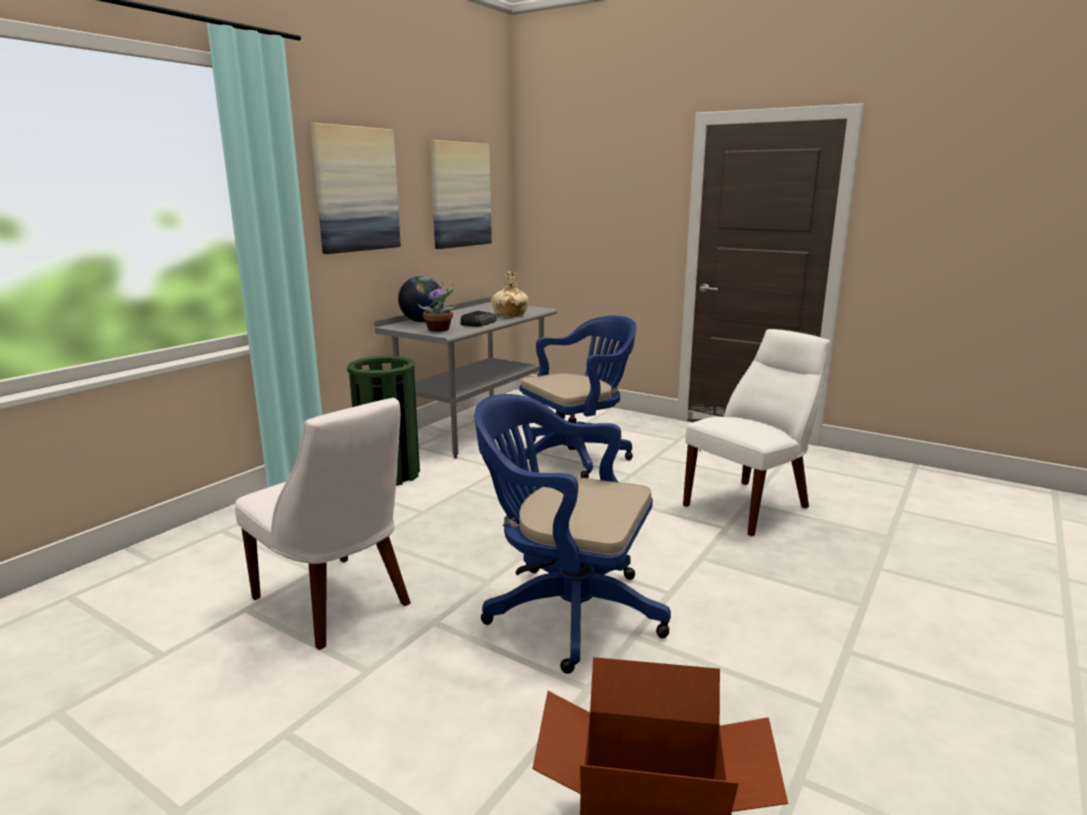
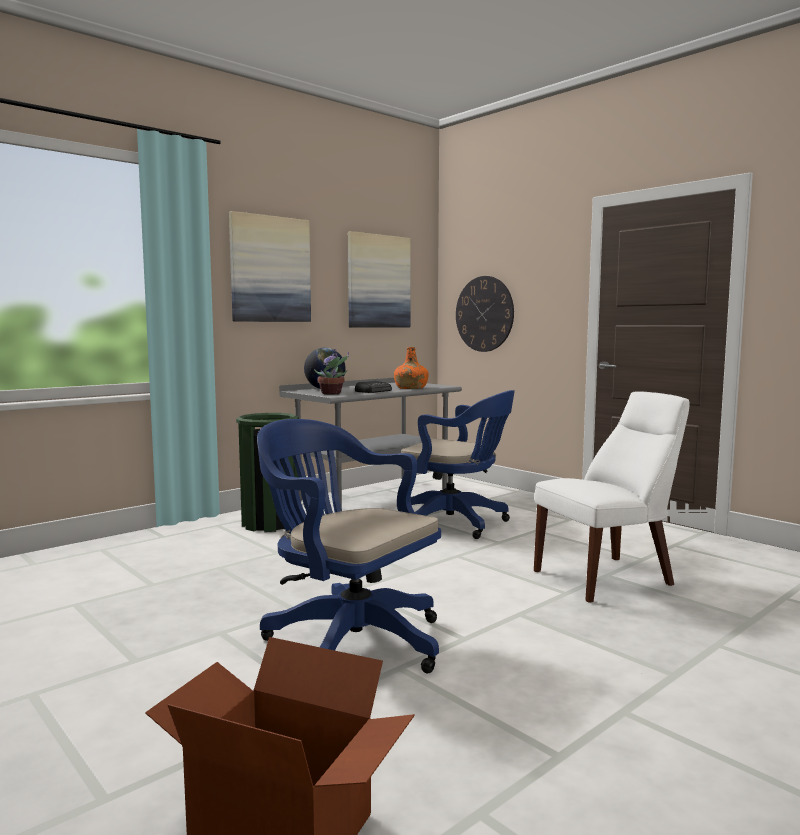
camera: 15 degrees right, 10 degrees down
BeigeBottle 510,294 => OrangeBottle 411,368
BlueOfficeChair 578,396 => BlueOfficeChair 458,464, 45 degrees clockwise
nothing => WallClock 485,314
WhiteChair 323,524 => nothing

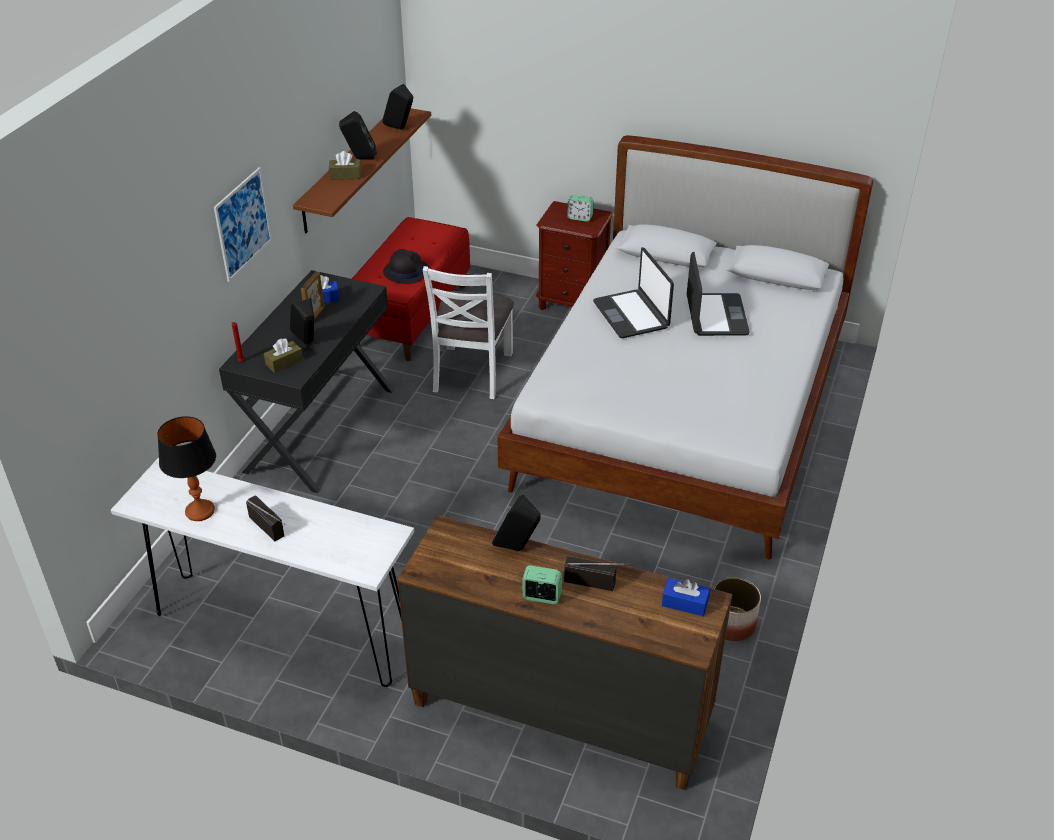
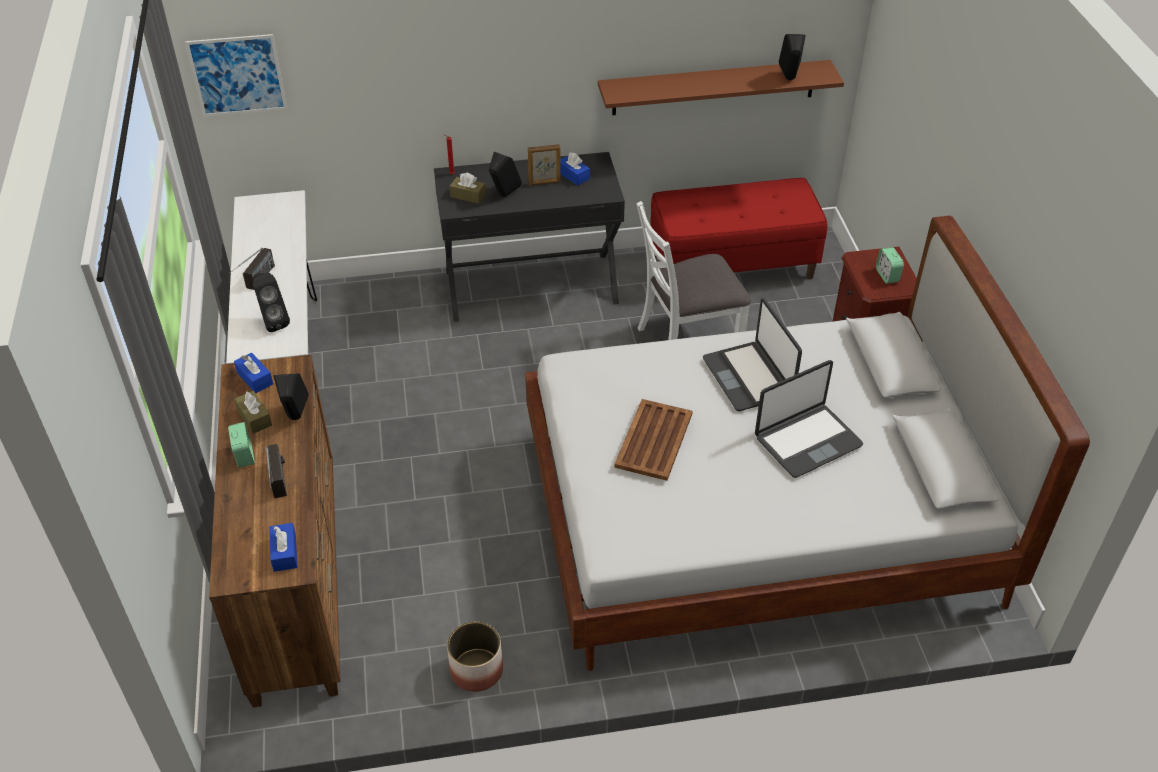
camera: 60 degrees right, 5 degrees up
Picture 243,224 => Picture 236,75, moved
nothing => BlueTissueBox 253,373
BrownTissueBox 345,165 => BrownTissueBox 253,412, moved
BlackSpeaker 358,135 => BlackSpeaker 271,302, moved
nothing => BrownTray 653,440
Laptop 633,292 => Laptop 752,354, 60 degrees counterclockwise
TableLamp 186,468 => nothing
BlackHat 406,266 => nothing

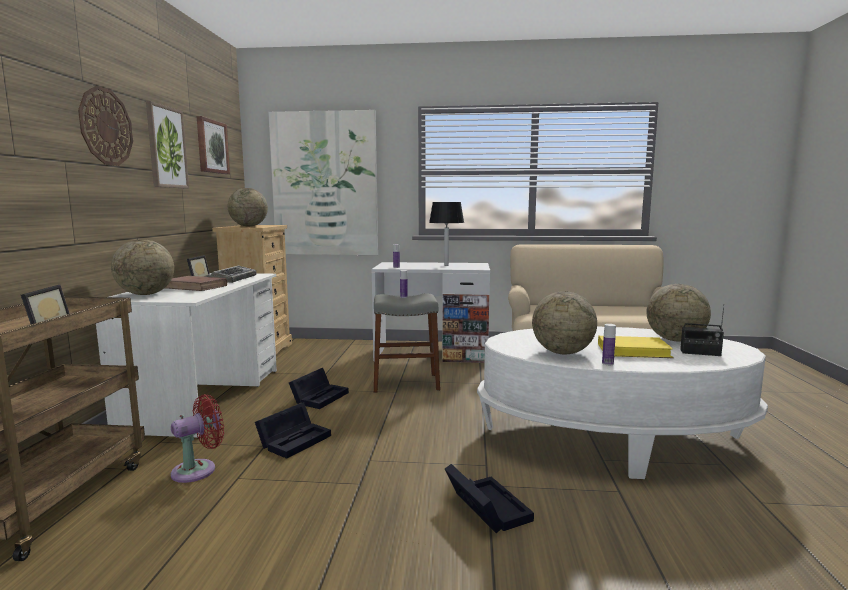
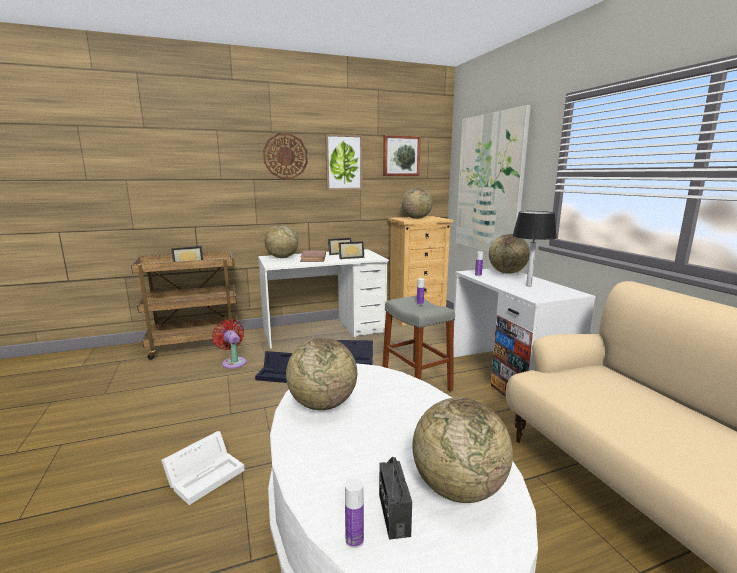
camera: 65 degrees right, 5 degrees up
BlackStorageBox 489,498 => WhiteStorageBox 203,468
RedFan 197,438 => RedFan 229,344, 150 degrees counterclockwise
Keyboard 231,274 => PictureFrame 351,250
Bottle 609,344 => Bottle 354,513, moved
nothing => Globe 509,253
YellowBook 636,347 => nothing

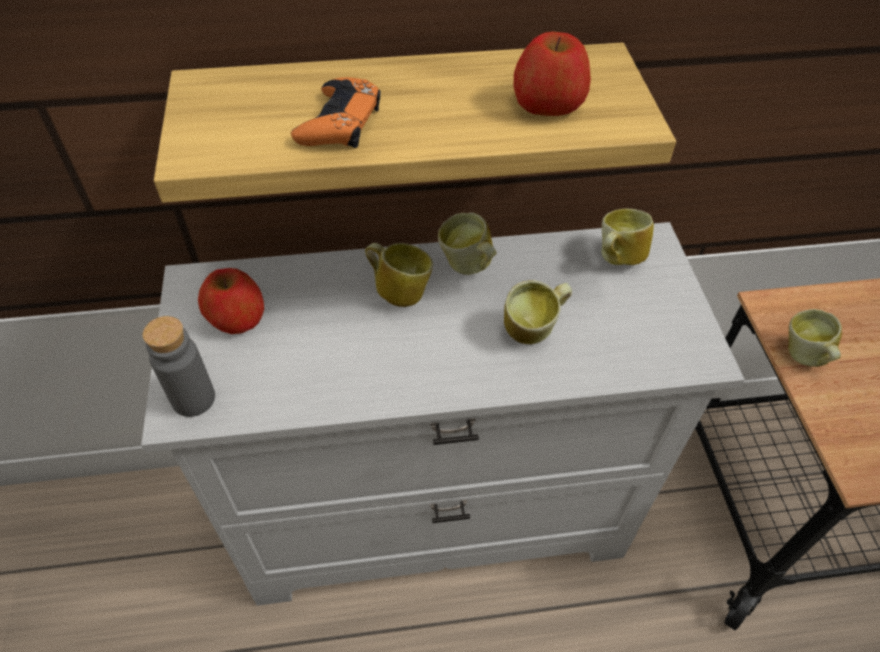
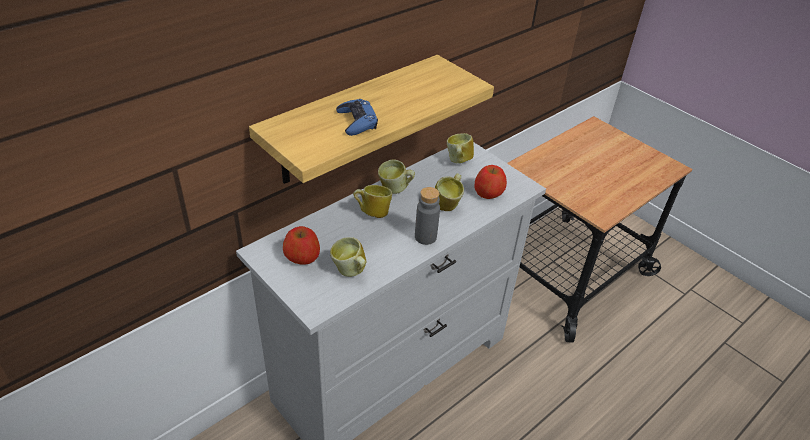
camera: 35 degrees left, 10 degrees down
Mug 815,338 => Mug 348,257, moved
OrangeGameController 335,112 => BlueGameController 357,117
GreyBottle 179,366 => GreyBottle 427,216, moved
Apple 552,74 => Apple 491,182, moved

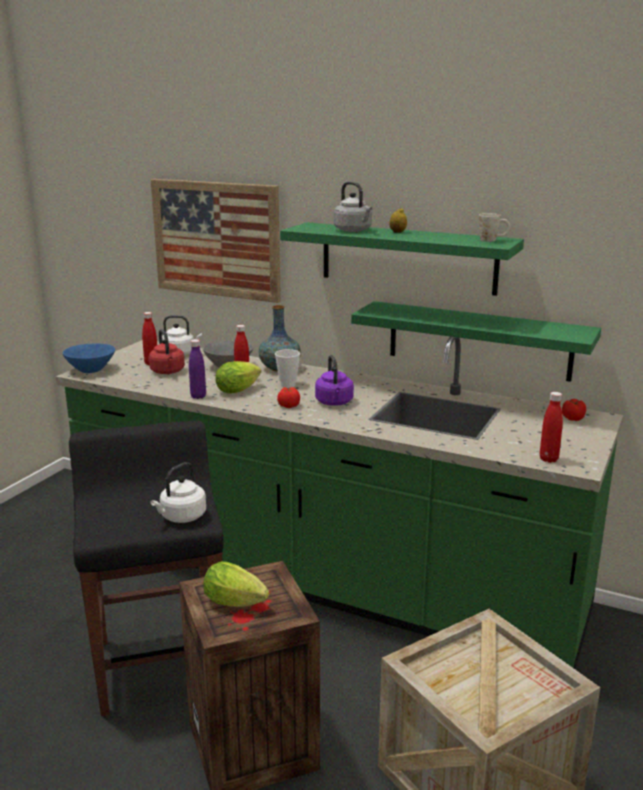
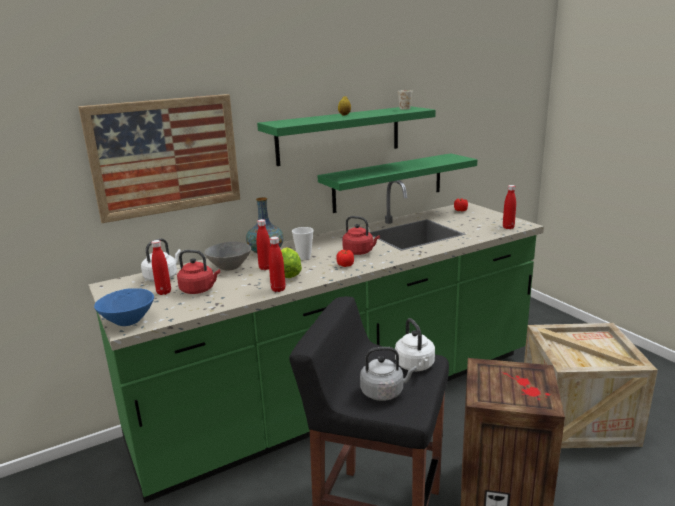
camera: 55 degrees left, 0 degrees up
PurpleBottle 197,369 => RedBottle 277,264
PurpleKettle 334,380 => RedKettle 361,235
GreyKettle 353,206 => GreyKettle 388,374, moved
Lettuce 236,584 => nothing

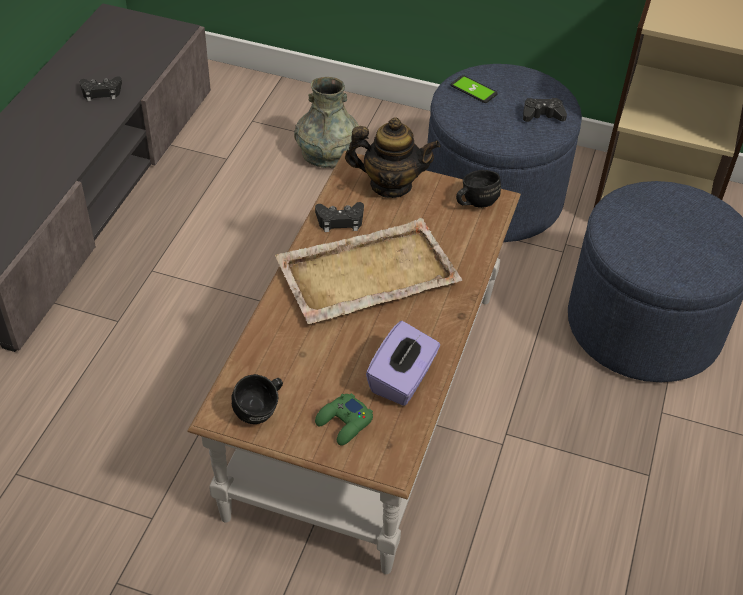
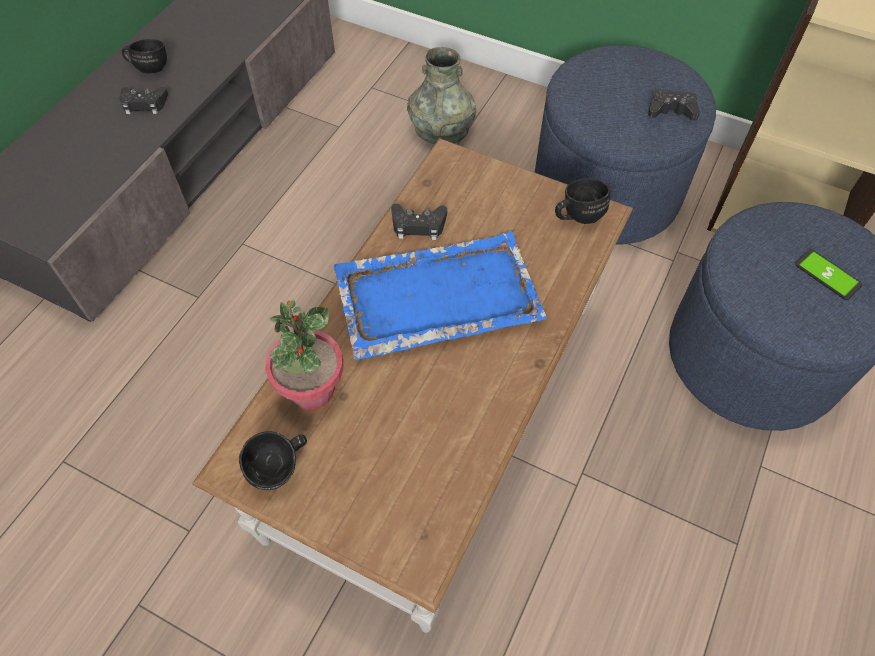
camera: 10 degrees right, 10 degrees up
BlackGameController 101,88 => BlackGameController 143,100, moved
nothing => BlackMug 144,56
nothing => PottedPlant 304,355
BeigeTray 368,271 => BlueTray 440,295
Phone 474,89 => Phone 828,274, moved
GreenGameController 344,419 => nothing
Teapot 392,157 => nothing
PurpleTissueBox 403,363 => nothing

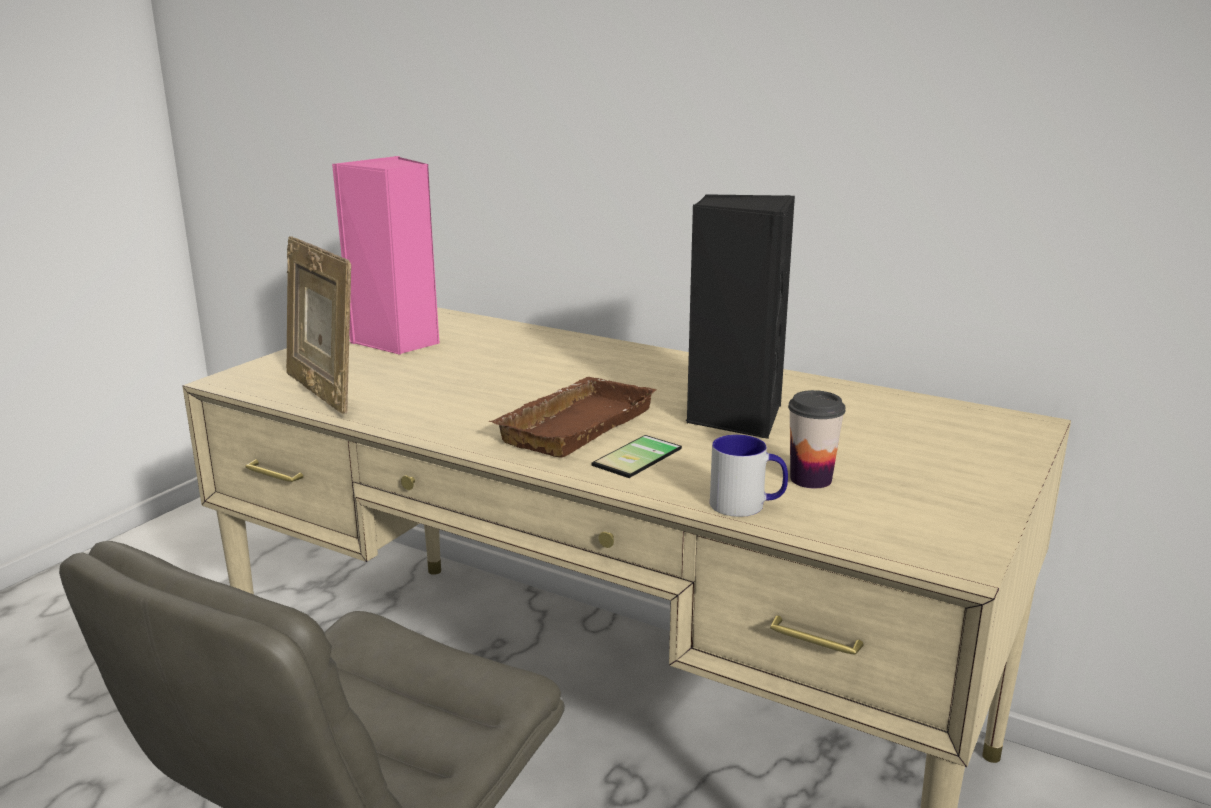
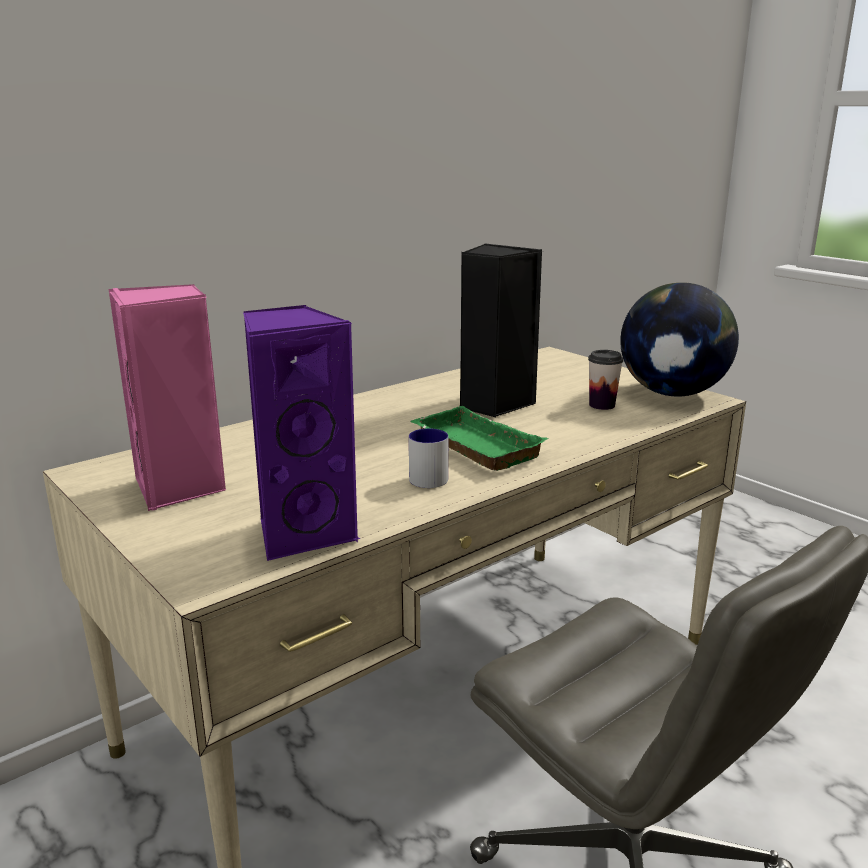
camera: 70 degrees left, 0 degrees up
PictureFrame 318,325 => PurpleSpeaker 301,433
Mug 749,476 => Mug 428,458, moved
BrownTray 572,417 => GreenTray 479,438
nothing => Globe 679,339
Phone 637,456 => nothing

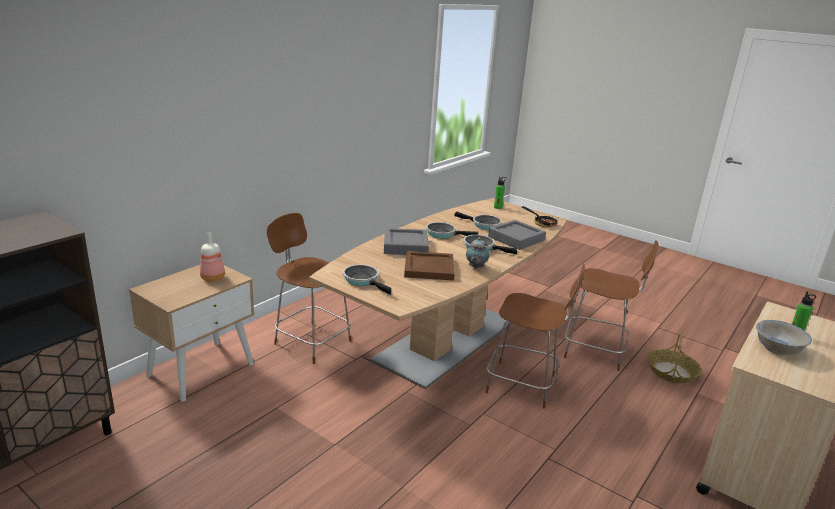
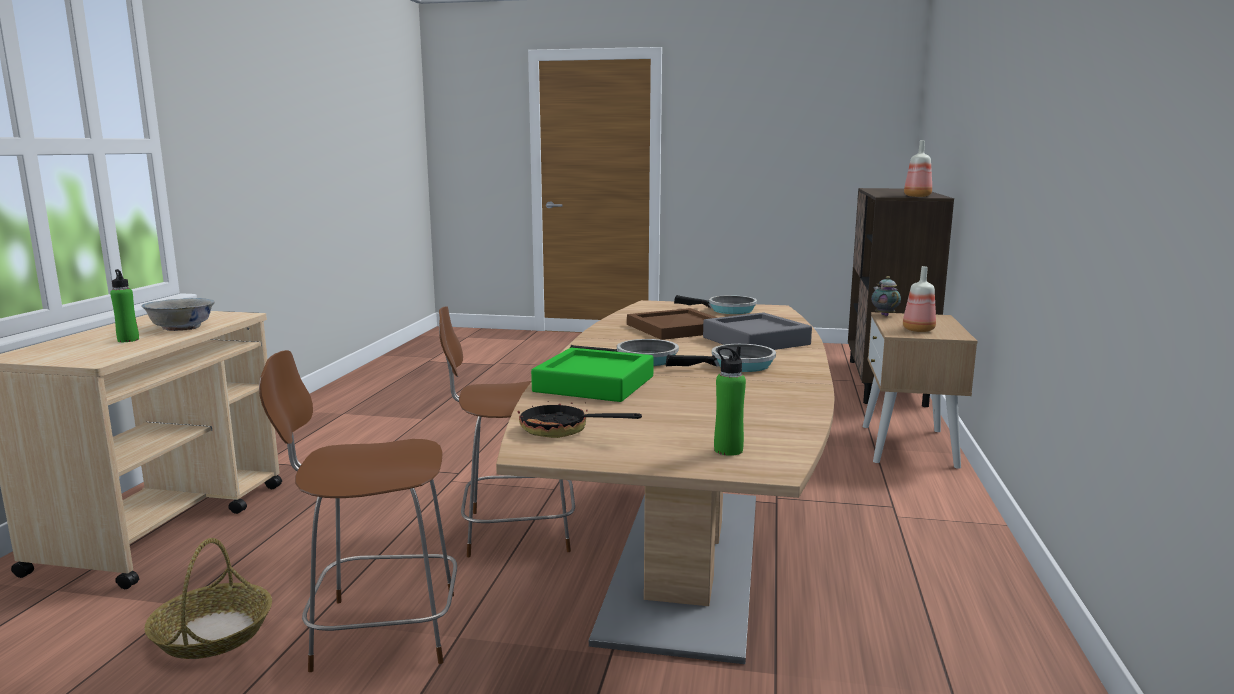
camera: 155 degrees right, 10 degrees down
GreyTray 517,235 => GreenTray 592,375
Teapot 477,253 => Teapot 886,296, moved
nothing => Bottle 918,168
BrownChair 309,288 => nothing
FryingPan 478,220 => nothing

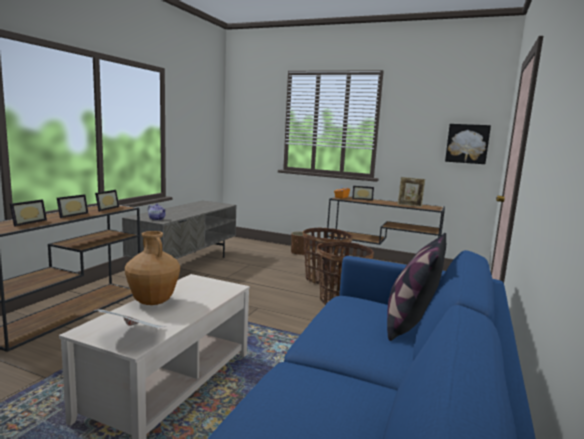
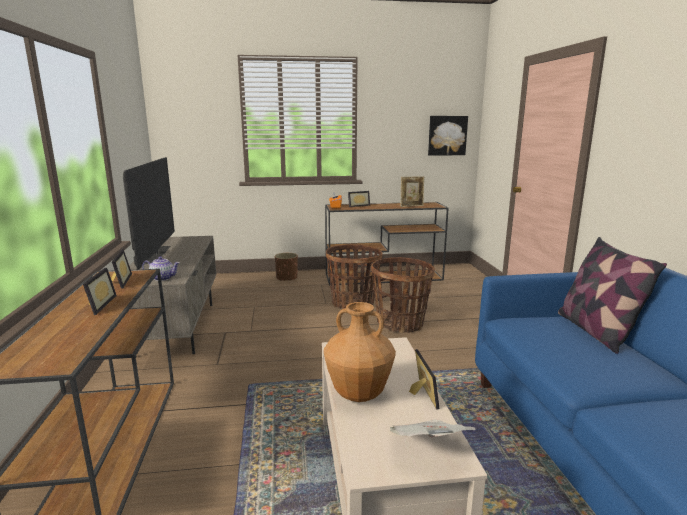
camera: 30 degrees left, 5 degrees up
nothing => Television 149,213
PictureFrame 28,213 => PictureFrame 424,379, moved

